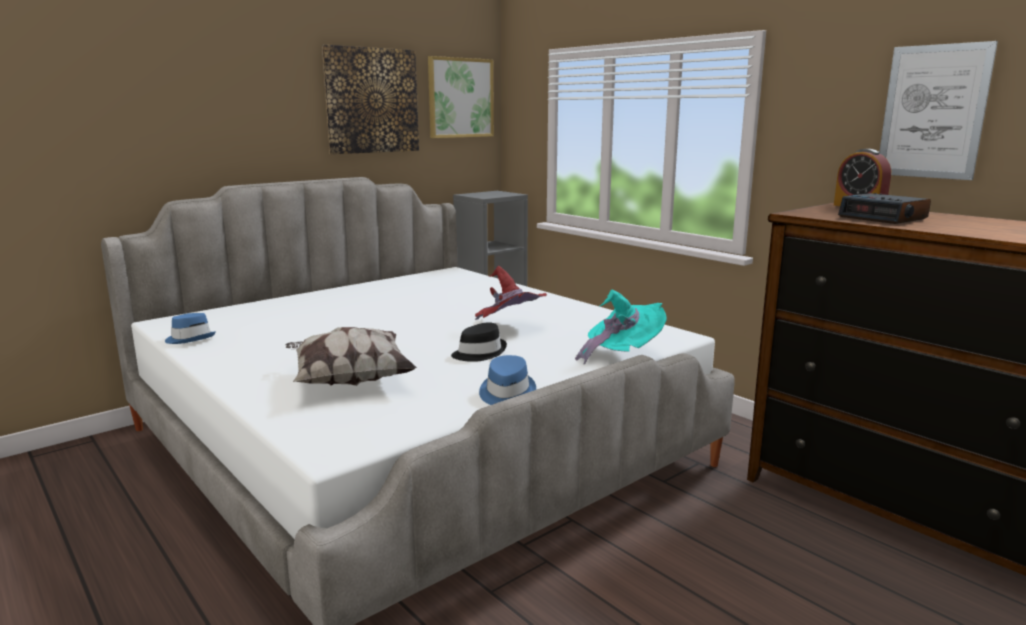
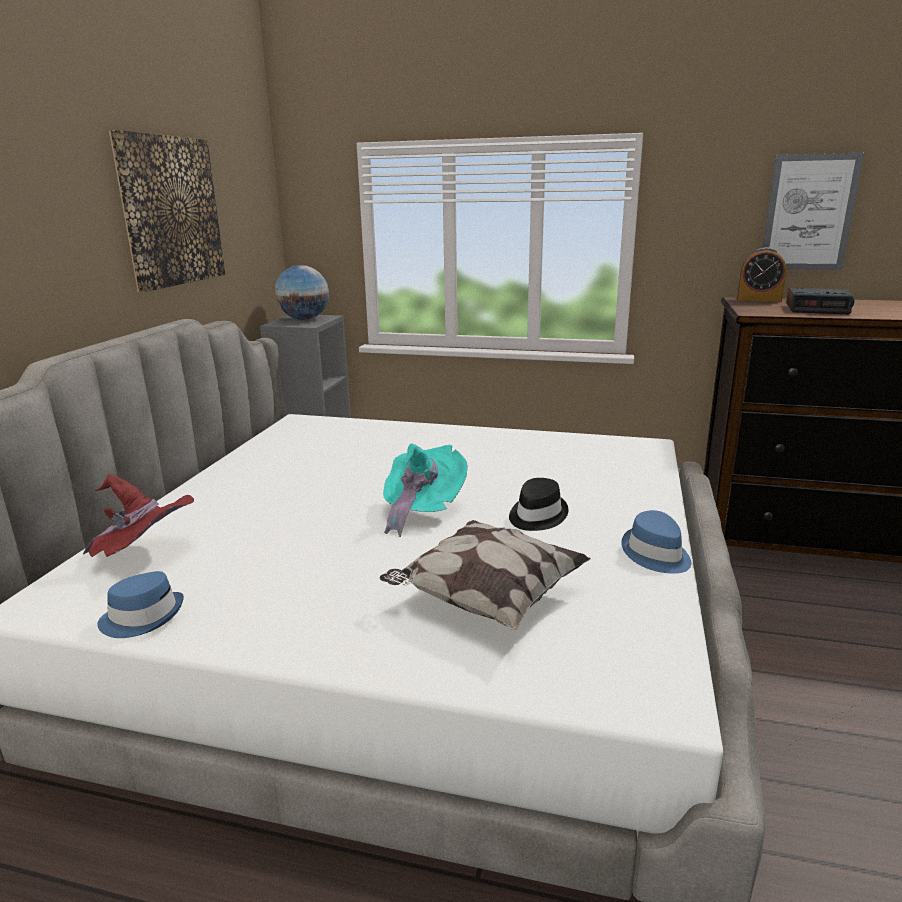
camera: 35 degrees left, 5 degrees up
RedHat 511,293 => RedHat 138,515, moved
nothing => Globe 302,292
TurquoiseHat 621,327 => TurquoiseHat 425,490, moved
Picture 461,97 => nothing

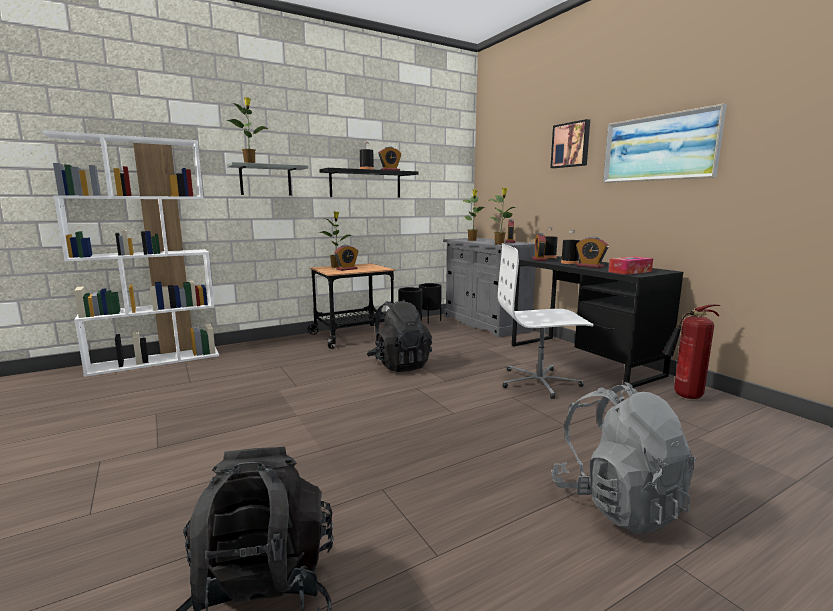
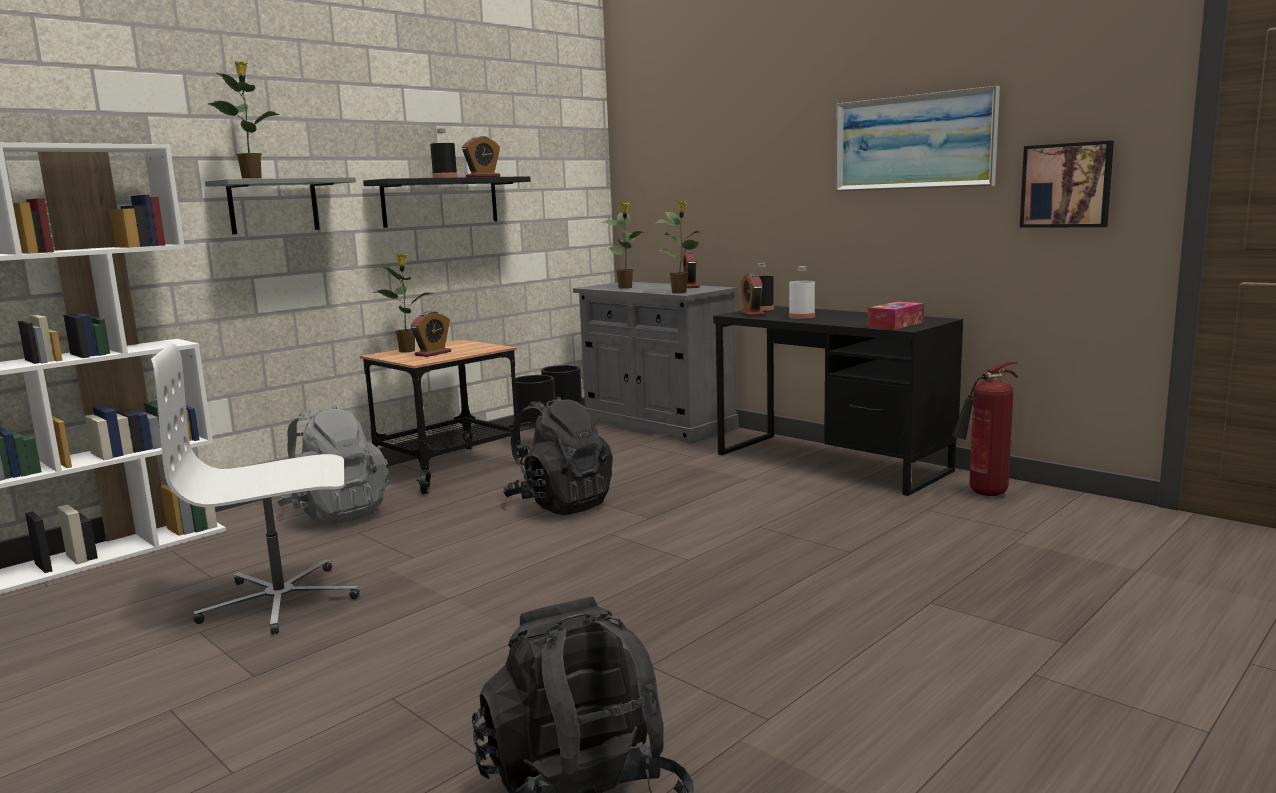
camera: 15 degrees left, 0 degrees up
WhiteOfficeChair 545,321 => WhiteOfficeChair 255,489, moved
GreyBackpack 623,458 => GreyBackpack 333,465, moved
BlackBottle 570,247 => WhiteBottle 802,292
Picture 570,143 => Picture 1067,184, moved
AlarmClock 592,252 => nothing

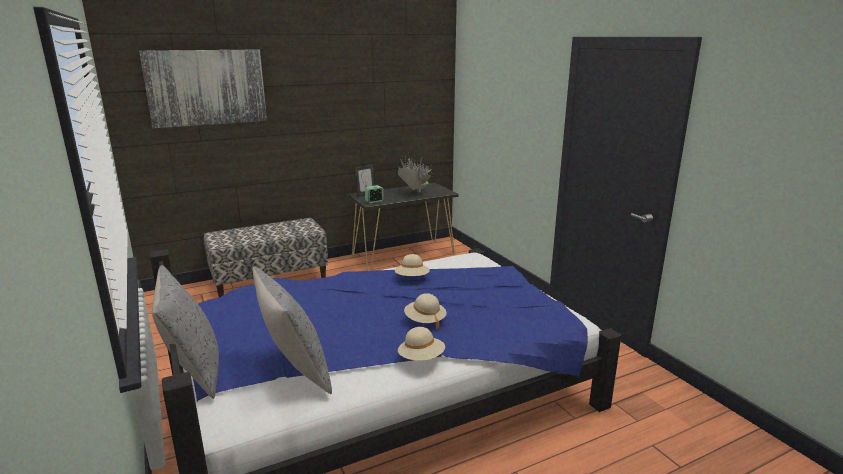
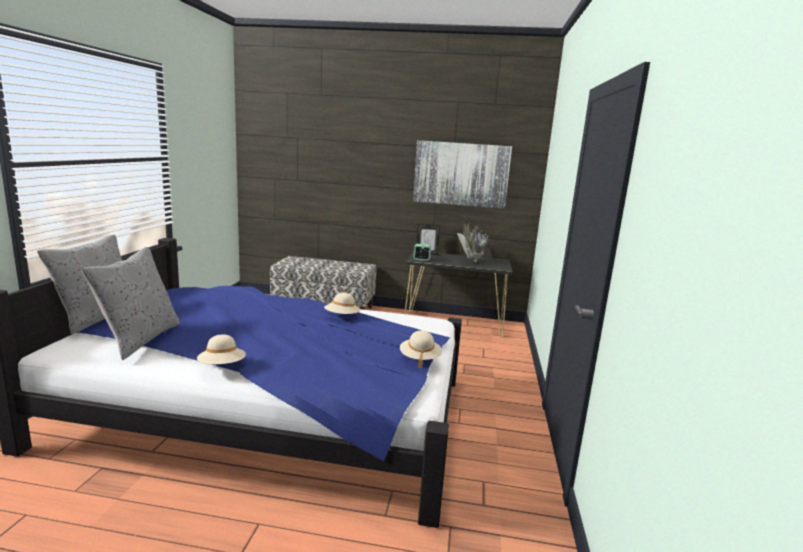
camera: 35 degrees right, 5 degrees down
BeigeHat 425,311 => BeigeHat 421,349, moved
Picture 203,88 => Picture 462,174, moved

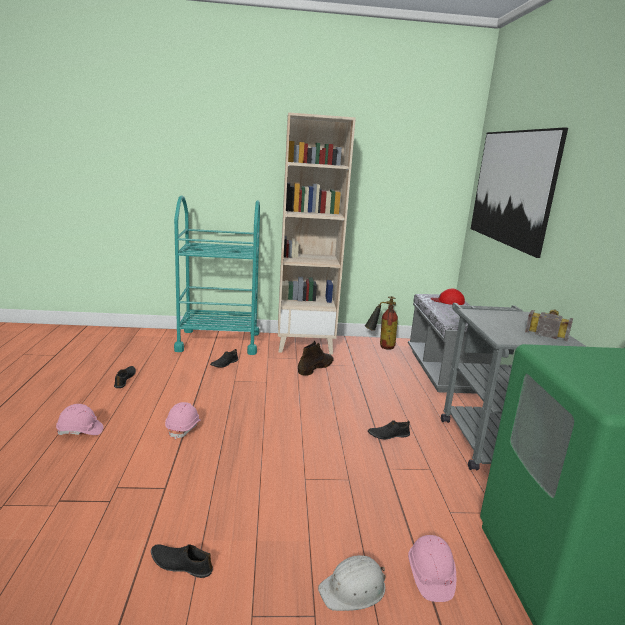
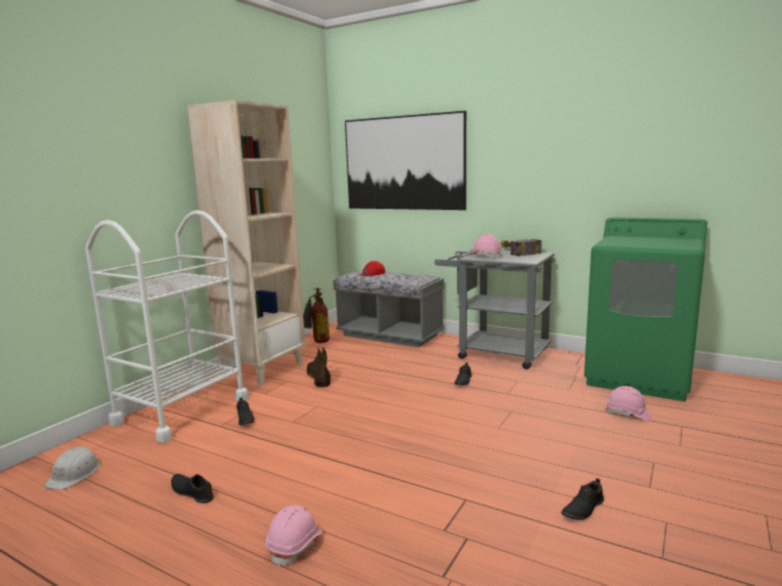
camera: 55 degrees left, 5 degrees down
WhiteHardHat 351,583 => WhiteHardHat 72,468, moved
TurquoiseCart 217,275 => WhiteCart 167,326
PinkHardHat 183,421 => PinkHardHat 485,246, moved

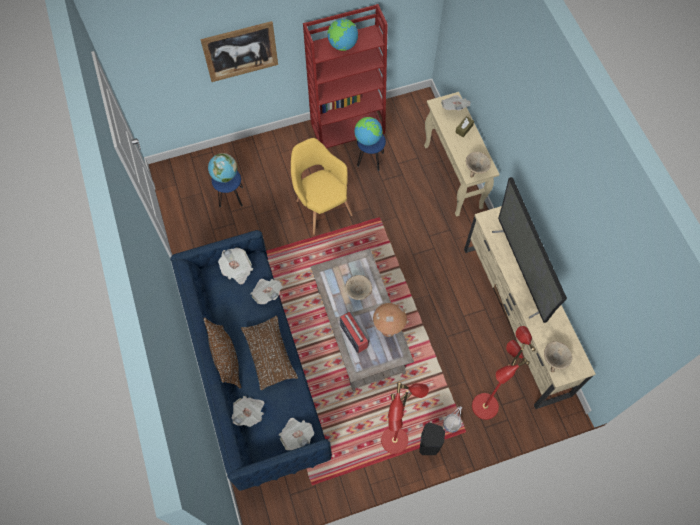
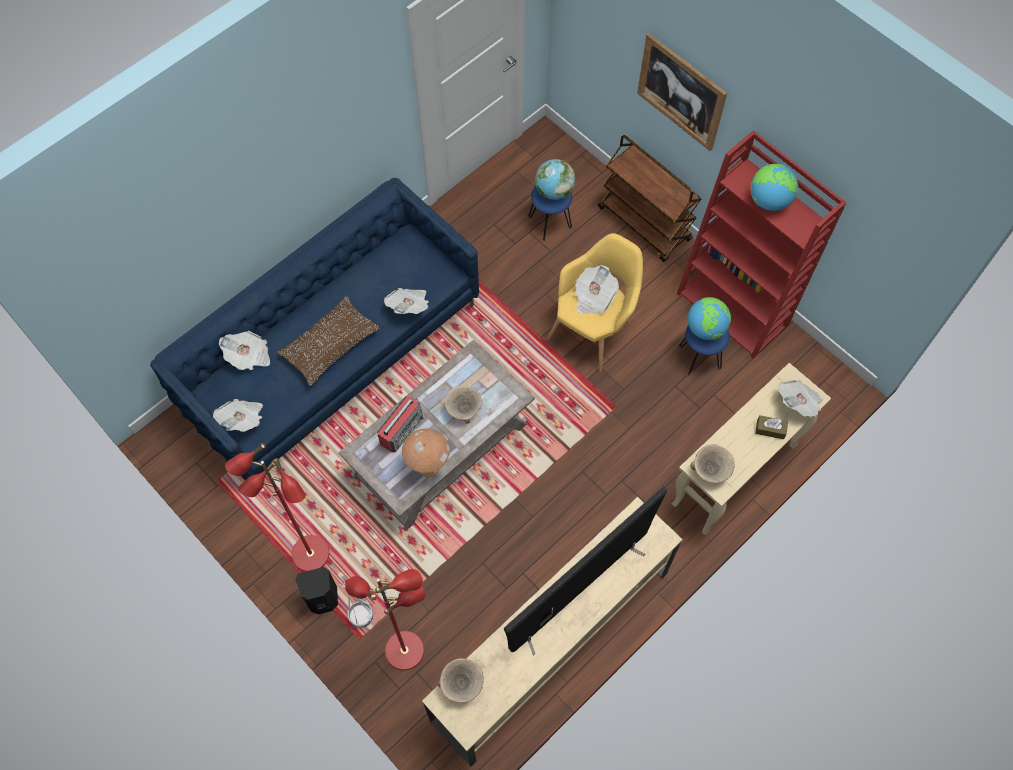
camera: 65 degrees right, 0 degrees up
Newspaper 235,265 => Newspaper 596,290, moved
nothing => BrownCart 649,198
BrownPillow 222,353 => nothing

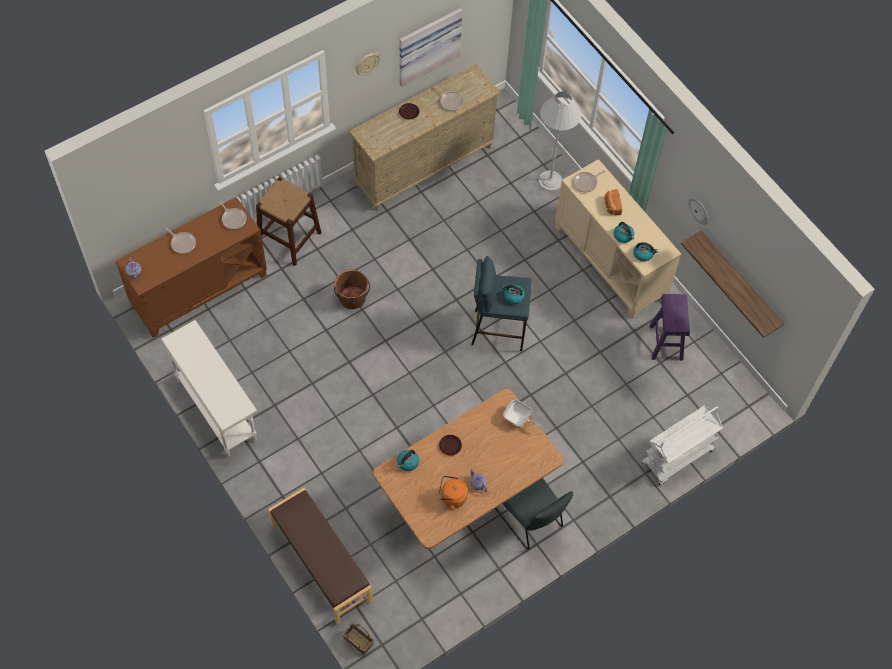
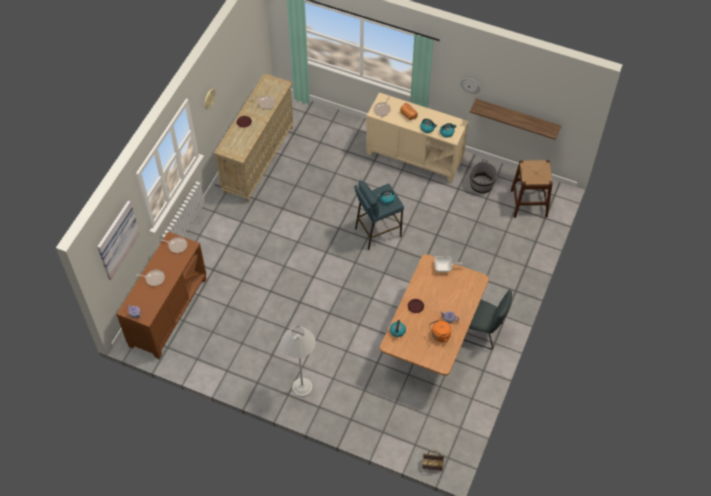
camera: 30 degrees left, 5 degrees down
Picture 431,47 => Picture 118,240, moved
WhiteFloorLamp 559,141 => WhiteFloorLamp 298,361, moved
PurpleStool 670,327 => GreyBucket 483,176
BrownStool 288,221 => BrownStool 532,189, moved
WhiteConsoleTable 209,388 => nothing
BrownBench 320,556 => nothing
BrownBucket 352,289 => nothing
WhiteCart 682,446 => nothing

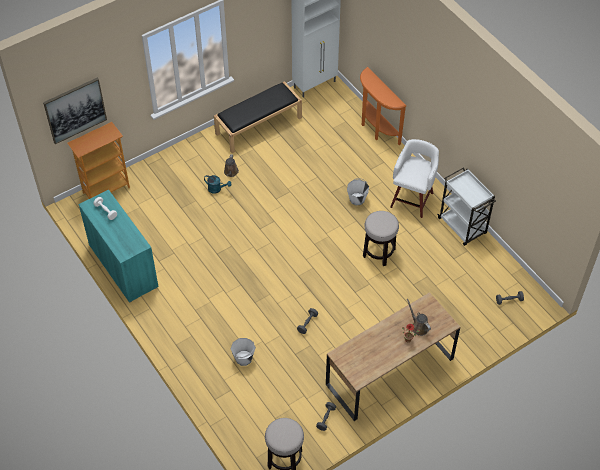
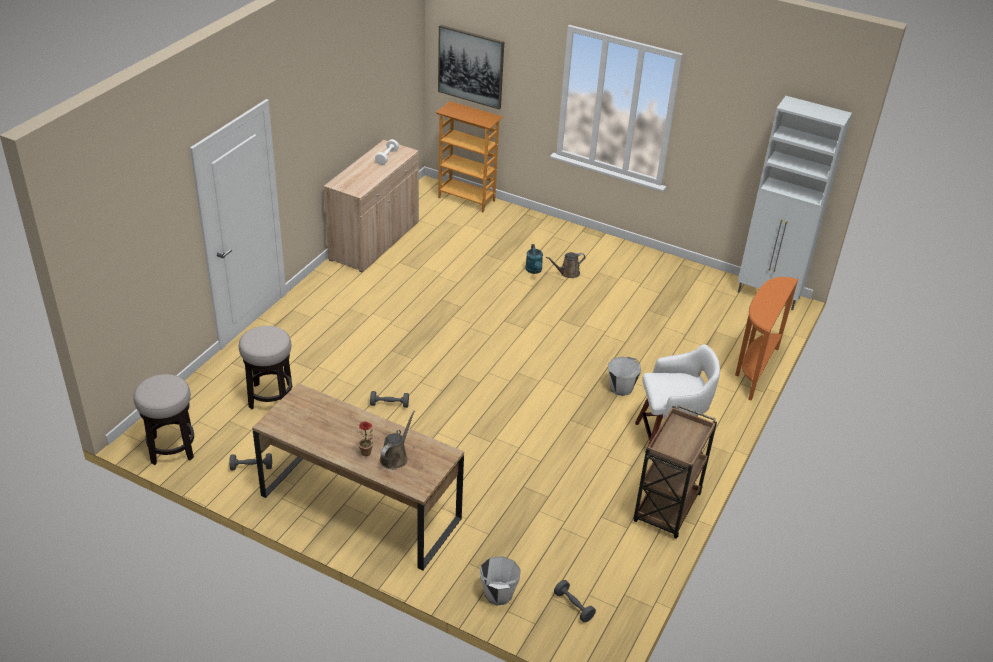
camera: 60 degrees right, 15 degrees down
Stool 381,238 => Stool 266,368, moved
TurquoiseCabinet 118,245 => BeigeCabinet 371,206
WhiteBucket 243,352 => WhiteBucket 500,580, moved
WhiteCart 466,206 => BrownCart 675,472
BlackBench 258,117 => nothing

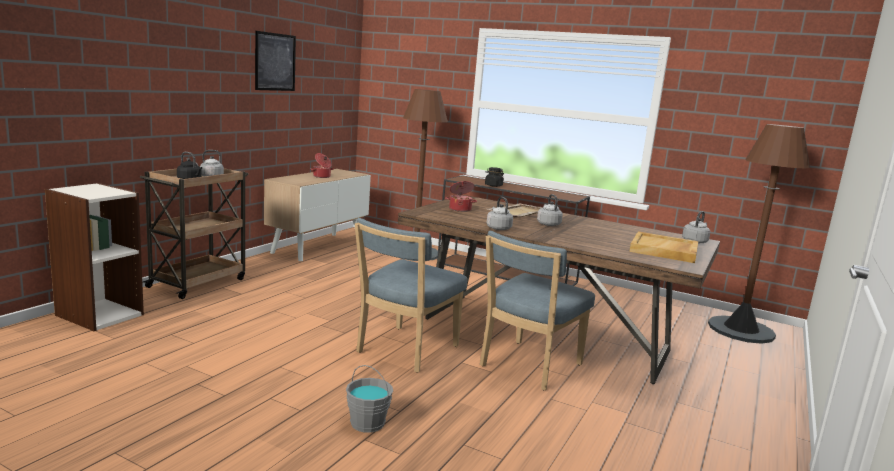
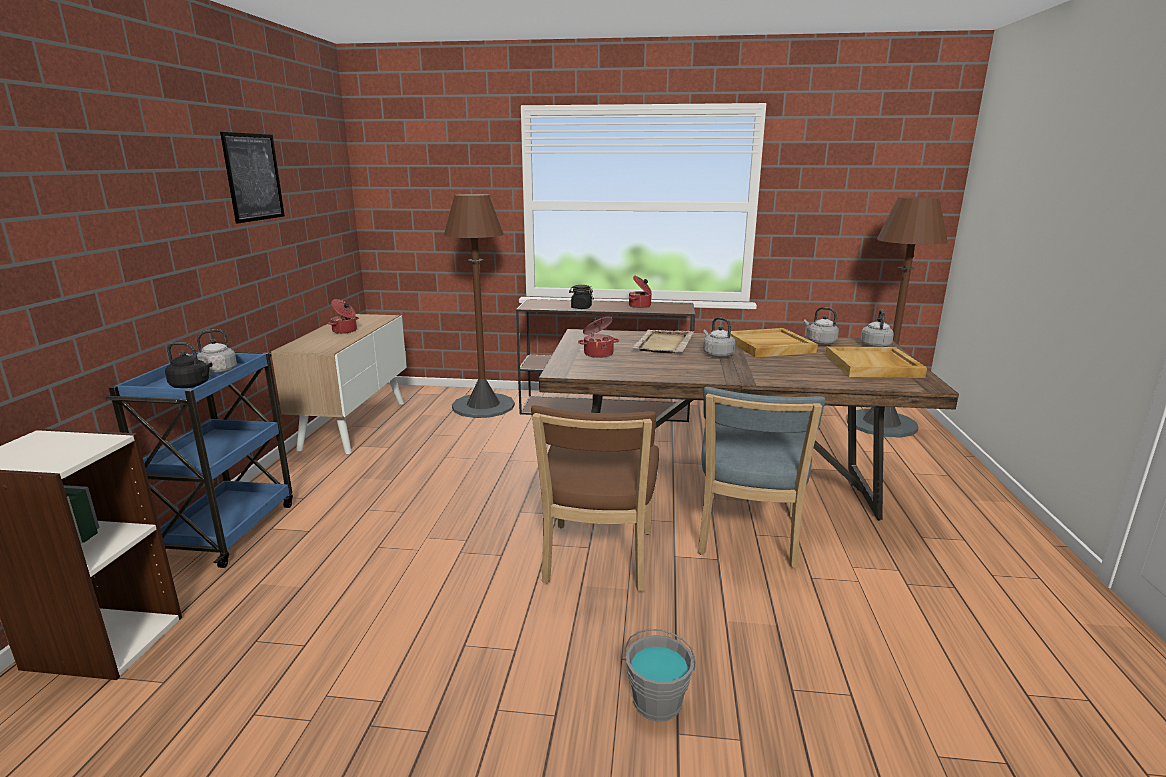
camera: 20 degrees left, 5 degrees up
BrownCart 194,233 => BlueCart 199,459
BlueChair 411,295 => BrownChair 595,498
nothing => CookingPot 640,291
nothing => BeigeTray 772,342
GreyKettle 500,213 => GreyKettle 821,326, moved

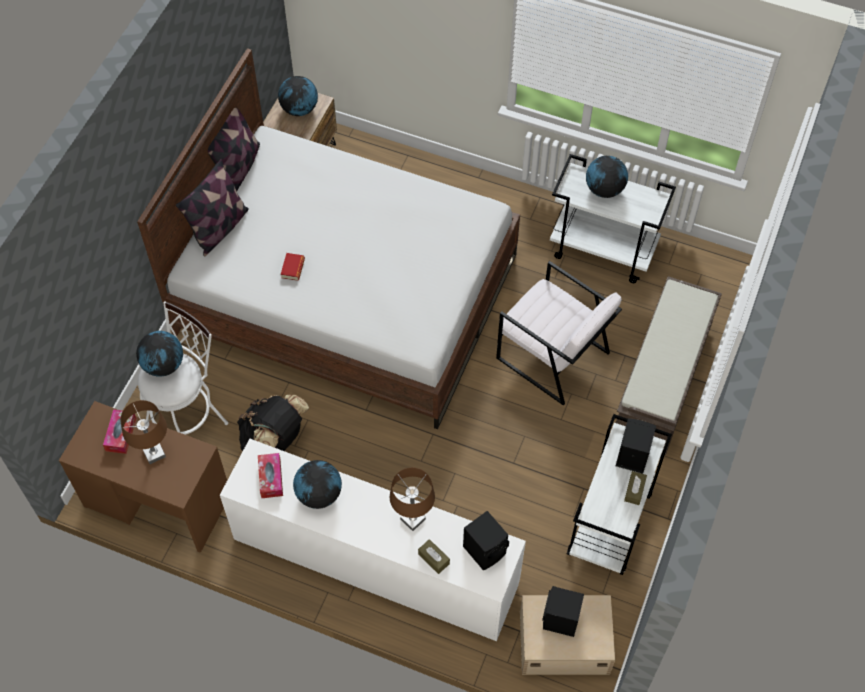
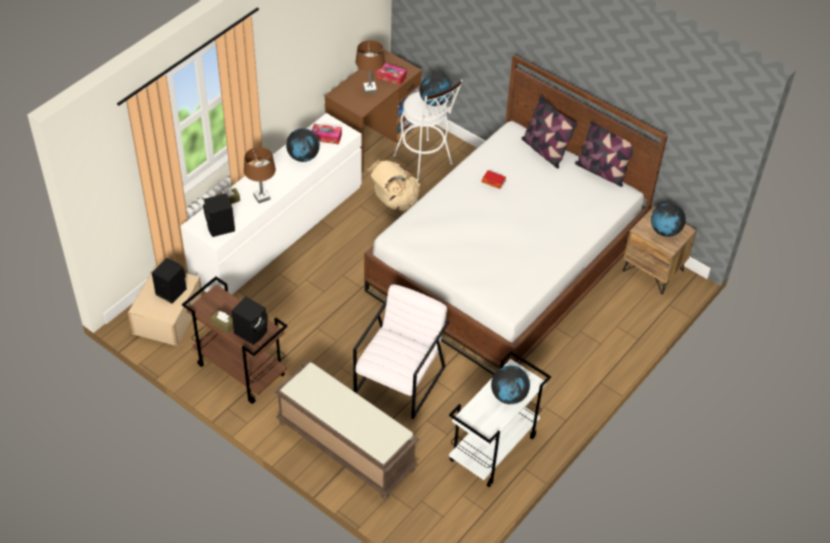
camera: 105 degrees right, 10 degrees down
WhiteCart 619,494 => BrownCart 235,340
WhiteArmchair 559,333 => WhiteArmchair 401,351, 150 degrees clockwise
BlackBackpack 273,423 => BeigeBackpack 393,185

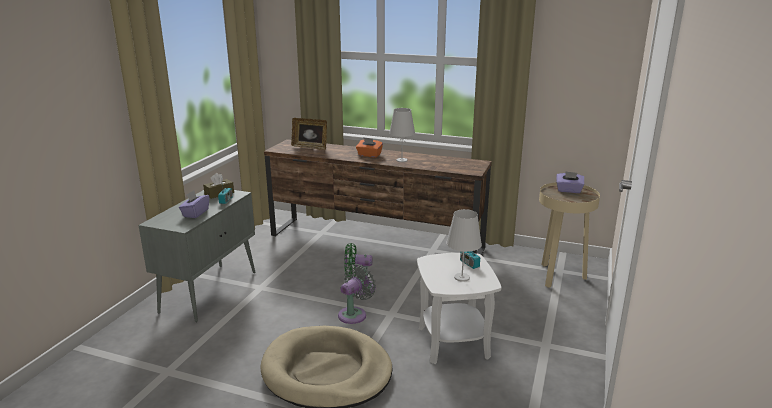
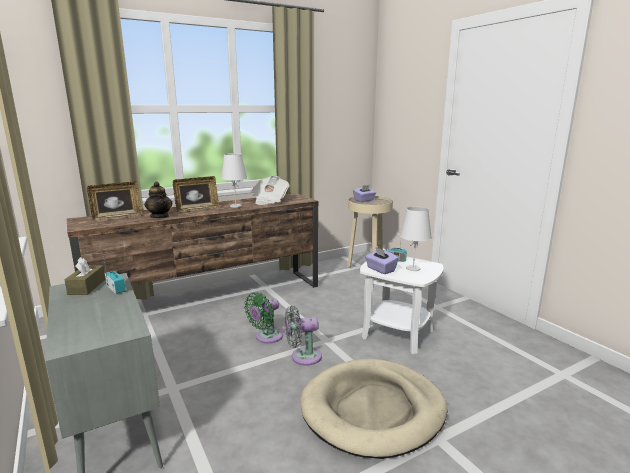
camera: 50 degrees left, 5 degrees down
nothing => Teapot 158,200
OrangeTissueBox 369,147 => PictureFrame 196,194
nothing => Newspaper 271,190
GreyFan 357,294 => GreyFan 303,336, 90 degrees counterclockwise
PurpleTissueBox 194,204 => PurpleTissueBox 382,260, moved

